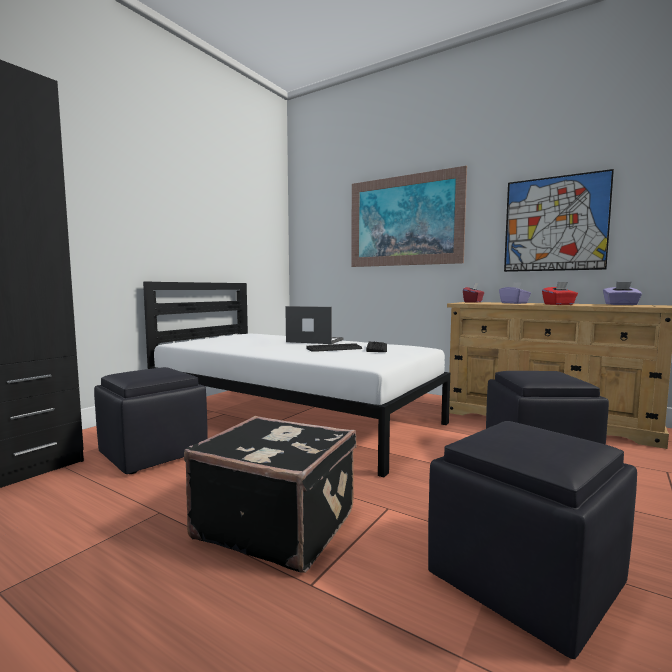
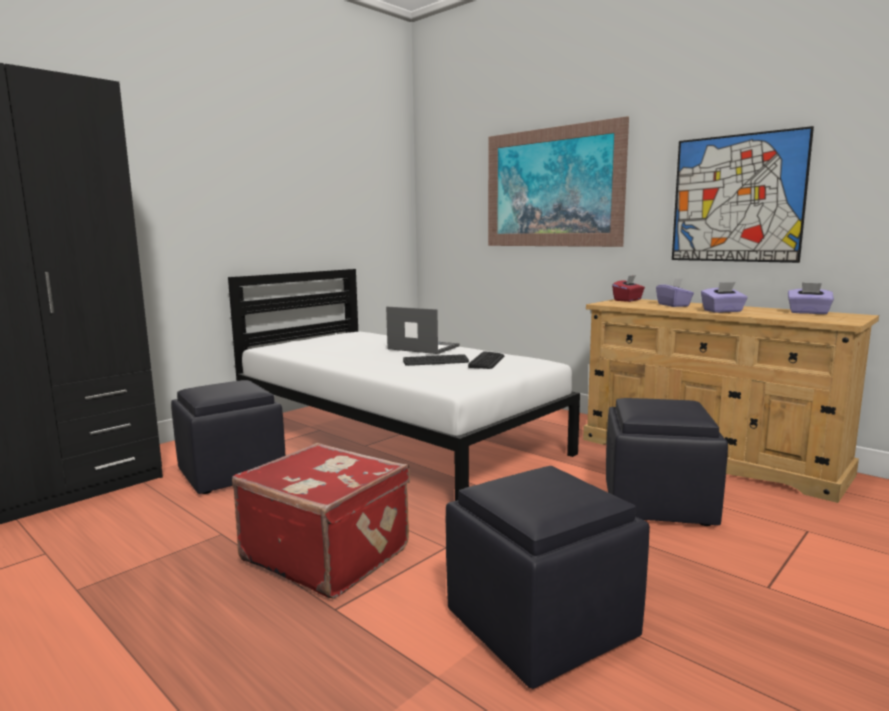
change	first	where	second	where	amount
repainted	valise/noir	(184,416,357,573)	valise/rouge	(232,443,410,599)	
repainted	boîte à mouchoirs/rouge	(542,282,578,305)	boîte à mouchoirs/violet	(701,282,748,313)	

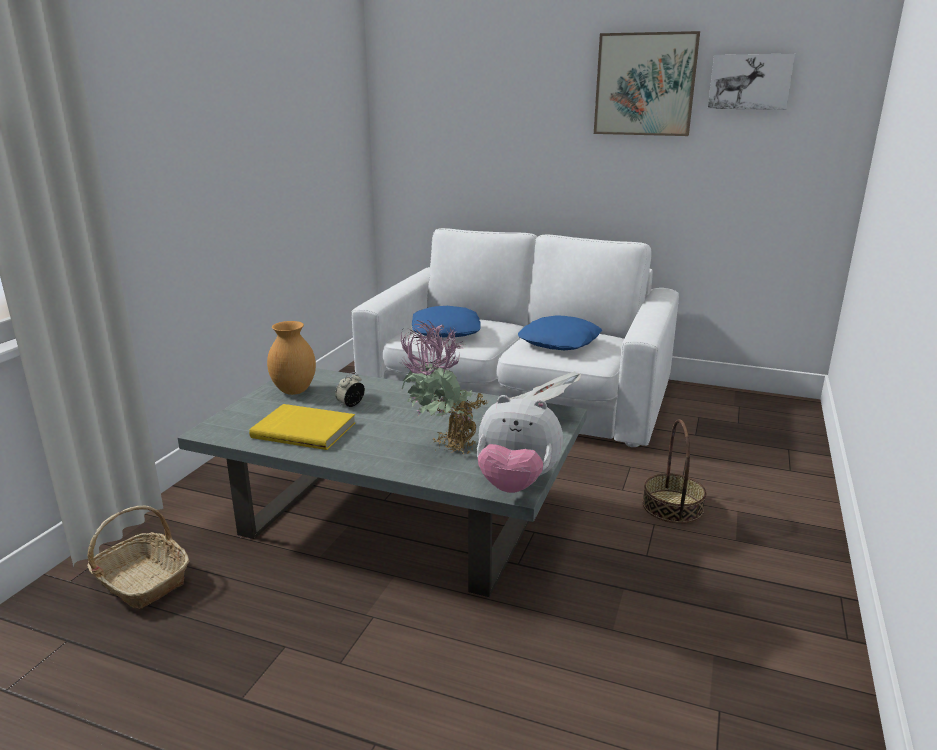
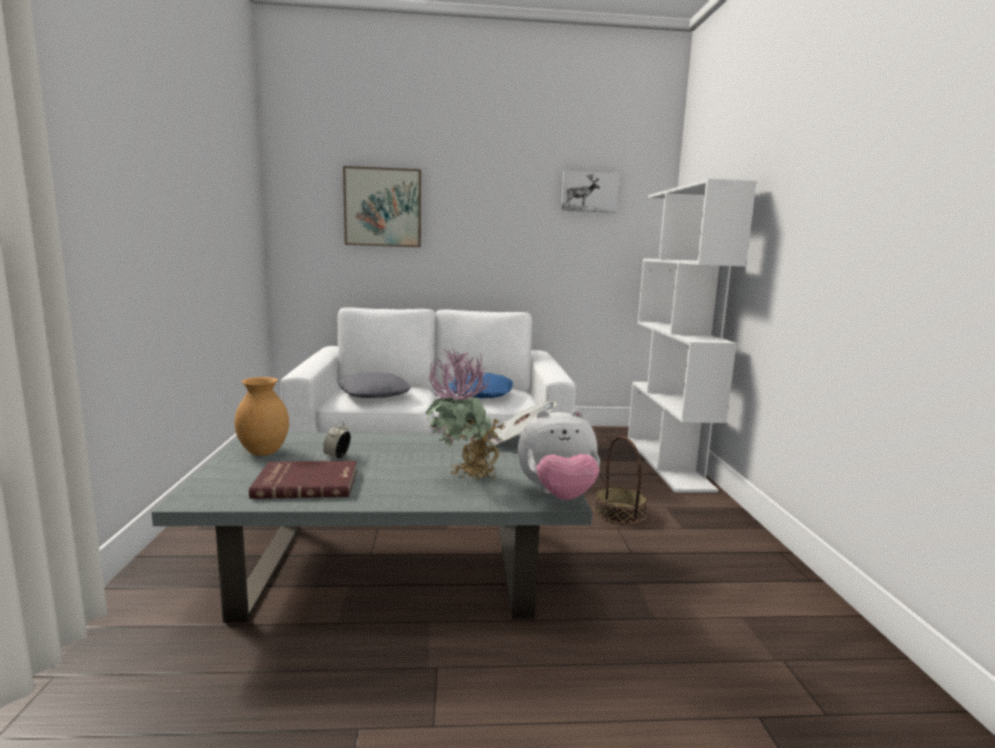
change	first	where	second	where	amount
gone	panier	(87,506,190,609)			
new			bibliothèque/blanc	(628,179,757,493)	
shifted	tableau	(594,31,700,136)		(343,166,421,247)	
repainted	livre/jaune	(249,404,355,450)	livre/rouge	(249,461,357,499)	
repainted	coussin/bleu	(412,306,481,338)	coussin/gris	(338,372,411,398)	

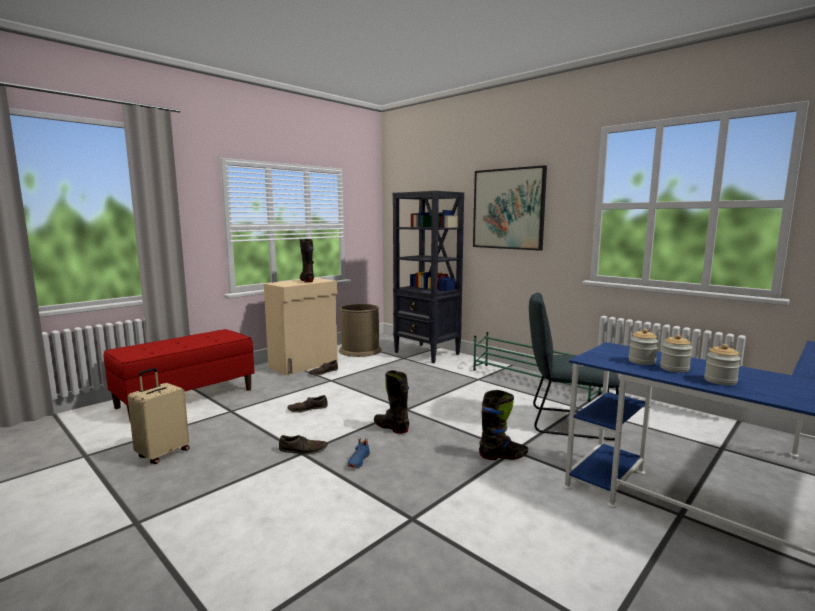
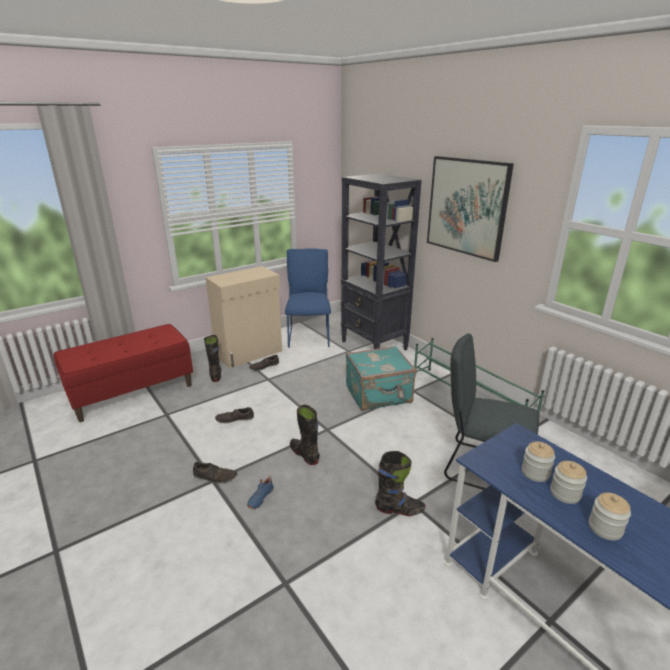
change	first	where	second	where	amount
gone	valise/beige	(128,368,190,464)			
new			valise/turquoise	(346,346,416,411)	
shifted	botte/noir	(300,239,314,282)		(204,335,221,382)	
swapped	poubelle/marron	(339,304,382,357)	chaise/bleu	(285,248,331,348)	

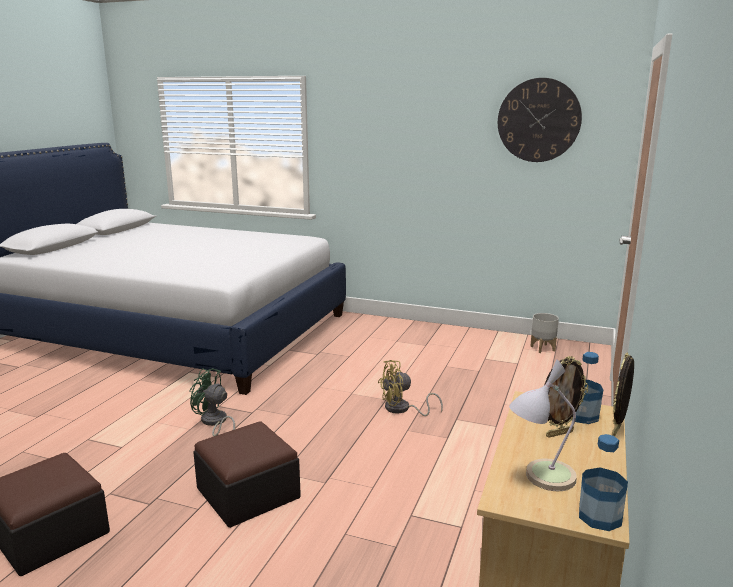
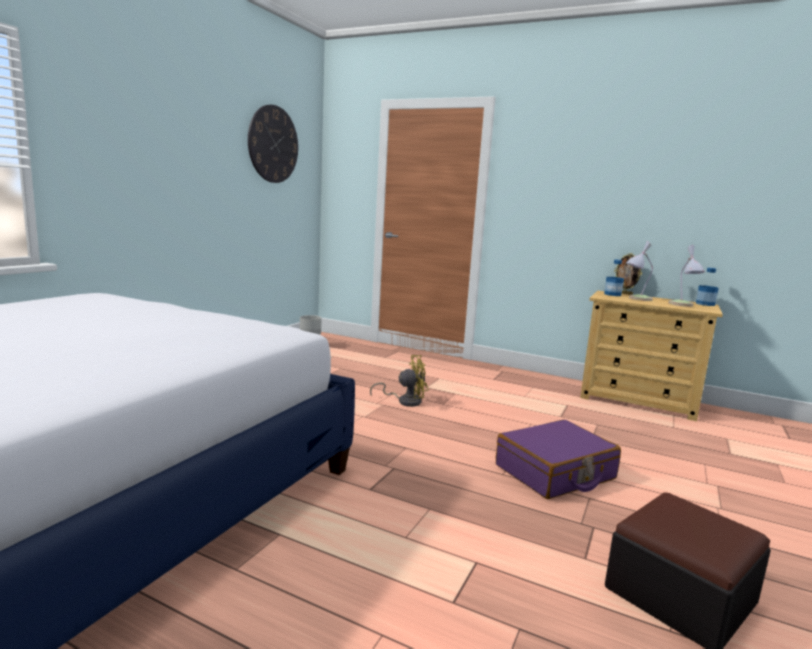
change	first	where	second	where	amount
gone	ventilateur/vert	(189,368,235,436)			
swapped	pouf	(193,421,301,528)	valise/violet	(496,420,621,499)	
swapped	cadre photo	(544,356,588,438)	lampe de table	(626,241,653,301)	
rotated	ventilateur/jaune	(378,360,443,416)		(370,355,429,407)	90 degrees counterclockwise

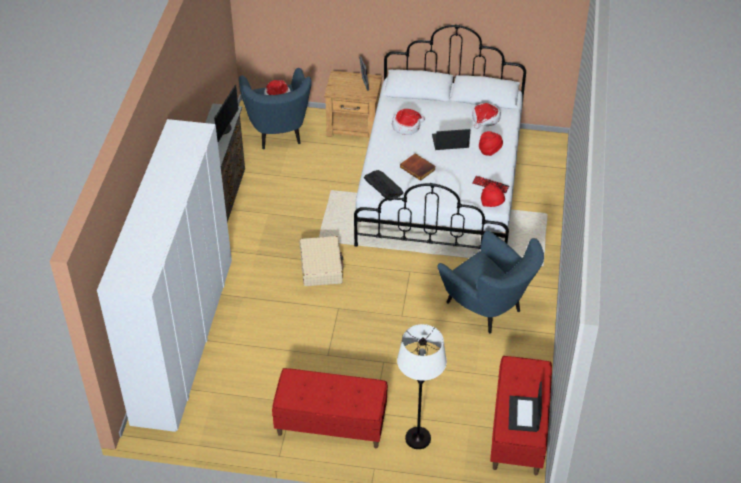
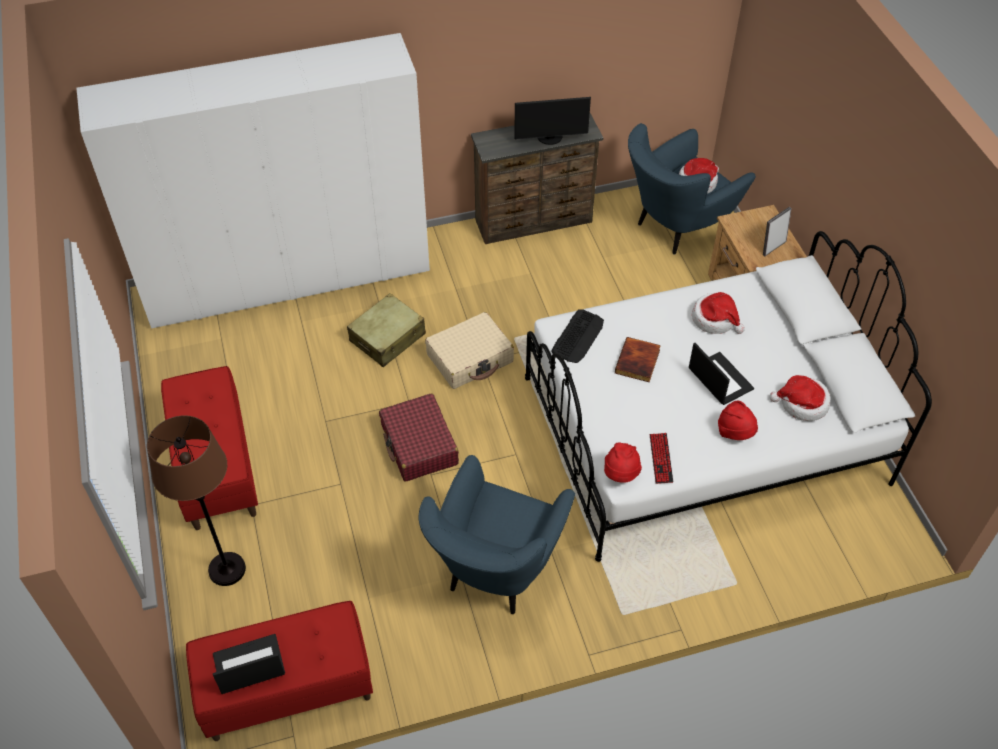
change	first	where	second	where	amount
new			valise/beige	(347,293,426,367)	
new			valise/rouge	(379,393,459,482)	
repainted	lampadaire/blanc	(397,324,447,449)	lampadaire/marron	(147,415,246,586)	

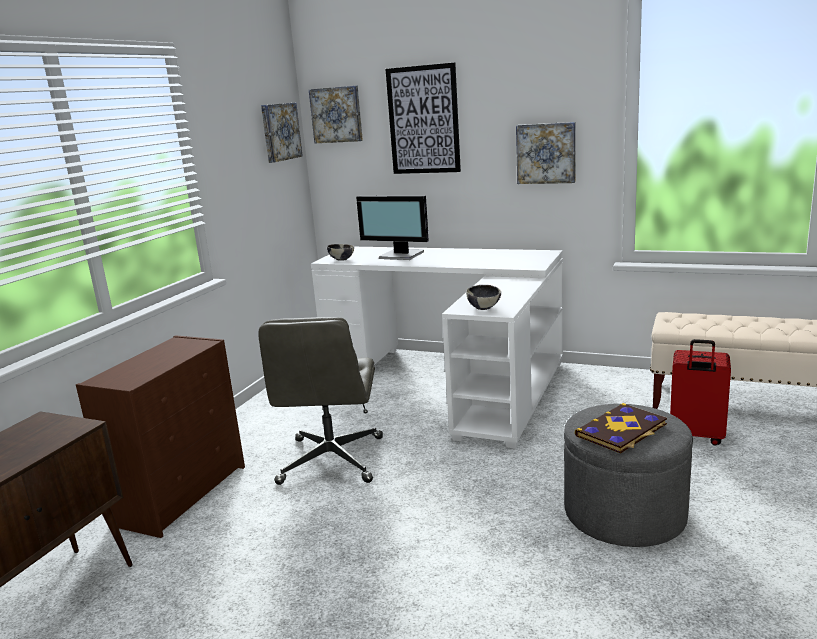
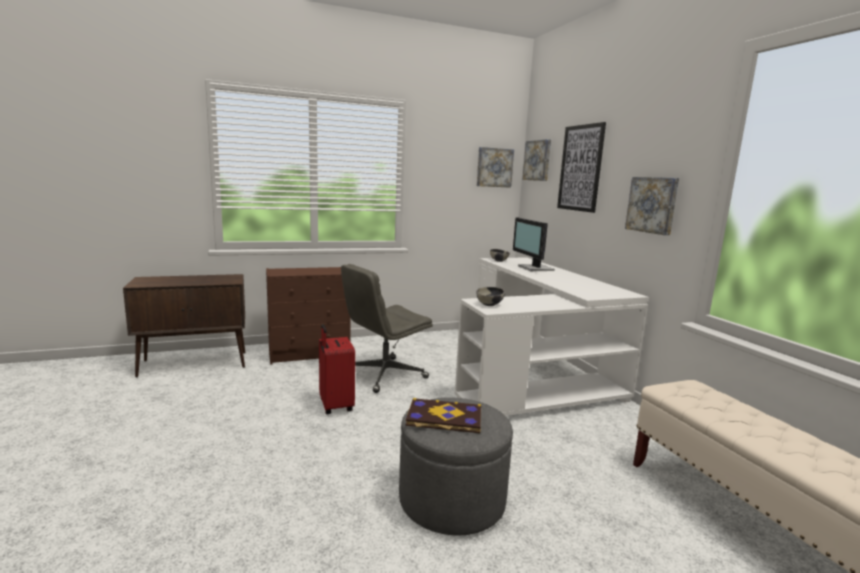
change	first	where	second	where	amount
shifted	valise/rouge	(670,339,731,446)		(319,324,355,414)	

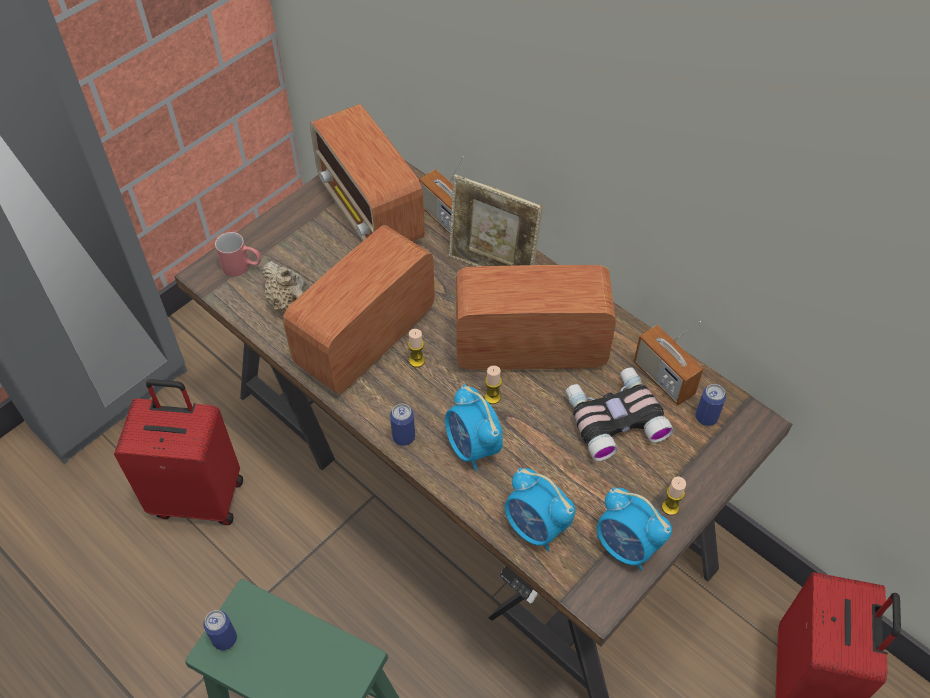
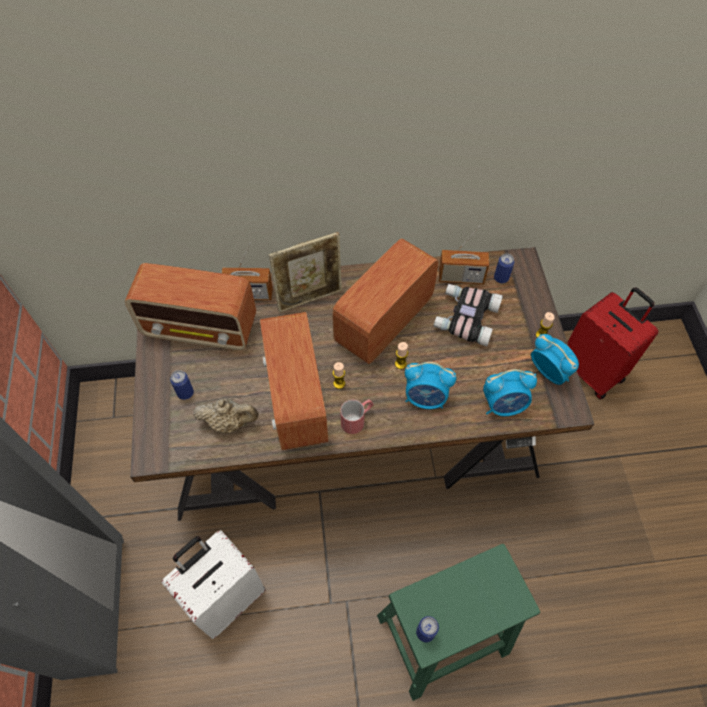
change	first	where	second	where	amount
shifted	mug/rouge	(215,232,261,276)		(340,399,373,434)	
shifted	boîte métallique	(390,404,415,446)		(170,370,194,400)	
repainted	valise/rouge	(114,379,243,525)	valise/blanc	(162,530,266,639)	
rotated	réveil	(597,487,672,570)		(531,334,579,385)	120 degrees counterclockwise

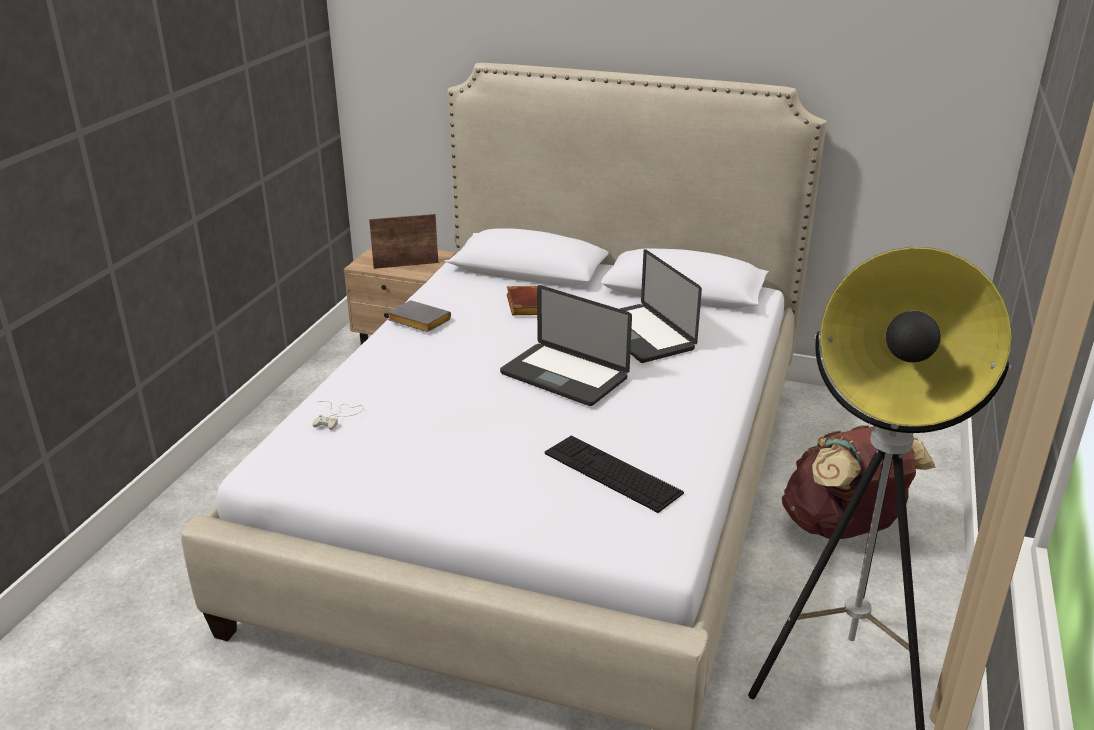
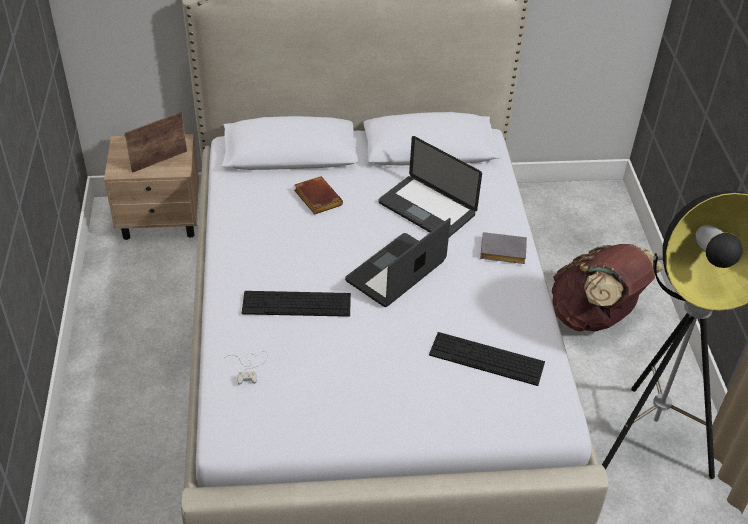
change	first	where	second	where	amount
new			clavier	(242,291,351,317)	
shifted	livre/gris	(388,300,451,332)		(480,232,527,264)	
rotated	ordinateur portable	(500,285,632,406)		(345,218,451,307)	120 degrees clockwise

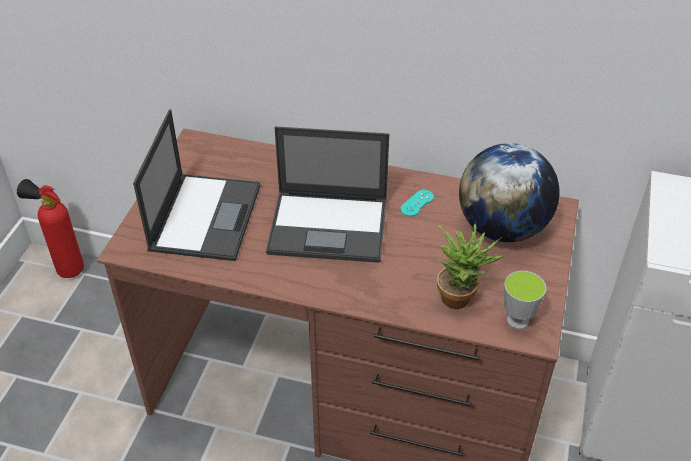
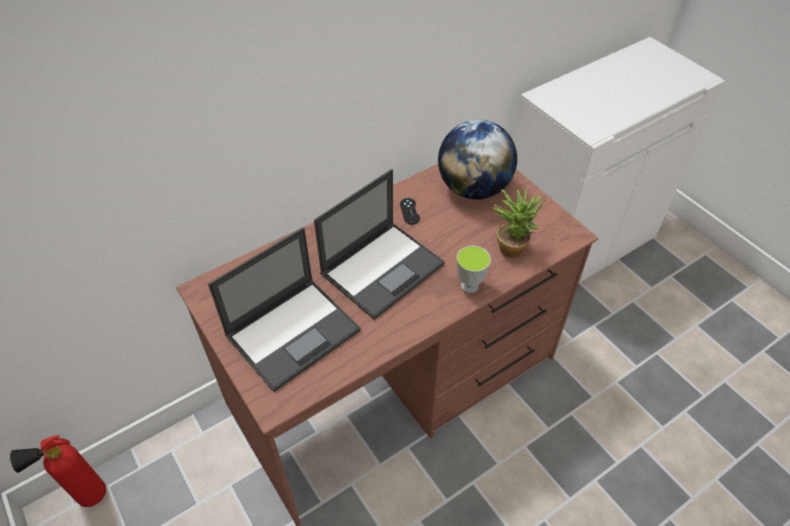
change	first	where	second	where	amount
shifted	tasse	(504,271,546,329)		(457,246,491,293)	
repainted	manette/turquoise	(400,190,434,216)	manette/noir	(400,198,420,225)	
rotated	ordinateur portable	(133,109,260,261)		(208,227,361,392)	90 degrees clockwise

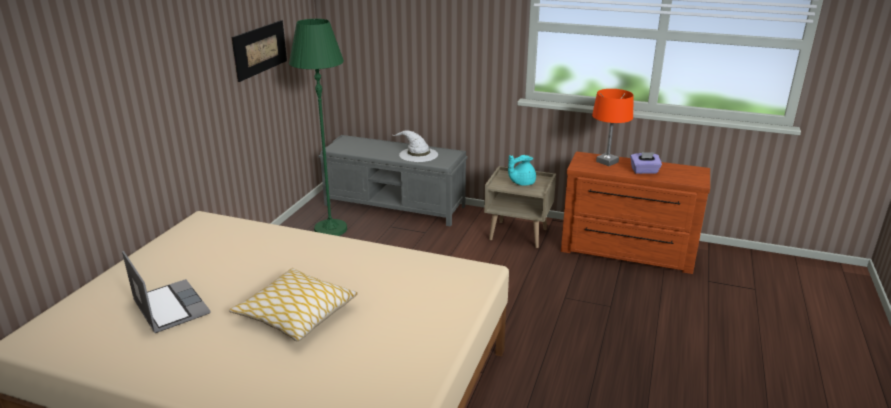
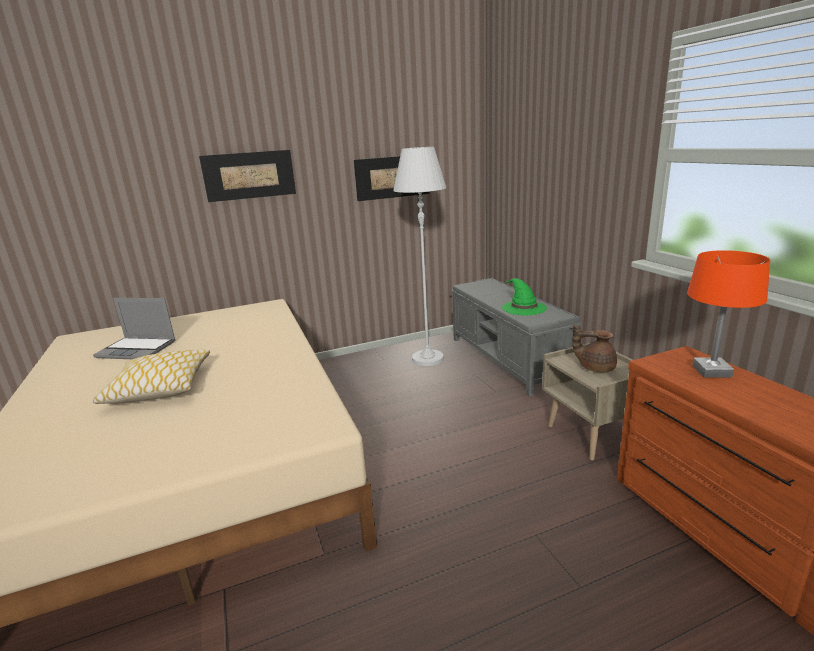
change	first	where	second	where	amount
gone	boîte à mouchoirs/violet	(630,152,662,174)			
new			tableau	(199,150,296,202)	
repainted	lampadaire/vert	(289,19,347,236)	lampadaire/blanc	(393,147,446,366)	
repainted	chapeau/blanc	(391,130,438,162)	chapeau/vert	(502,278,547,315)	
repainted	théière/turquoise	(508,155,536,186)	théière/marron	(572,324,617,372)	
rotated	ordinateur portable	(122,251,211,333)		(93,298,176,359)	90 degrees clockwise

